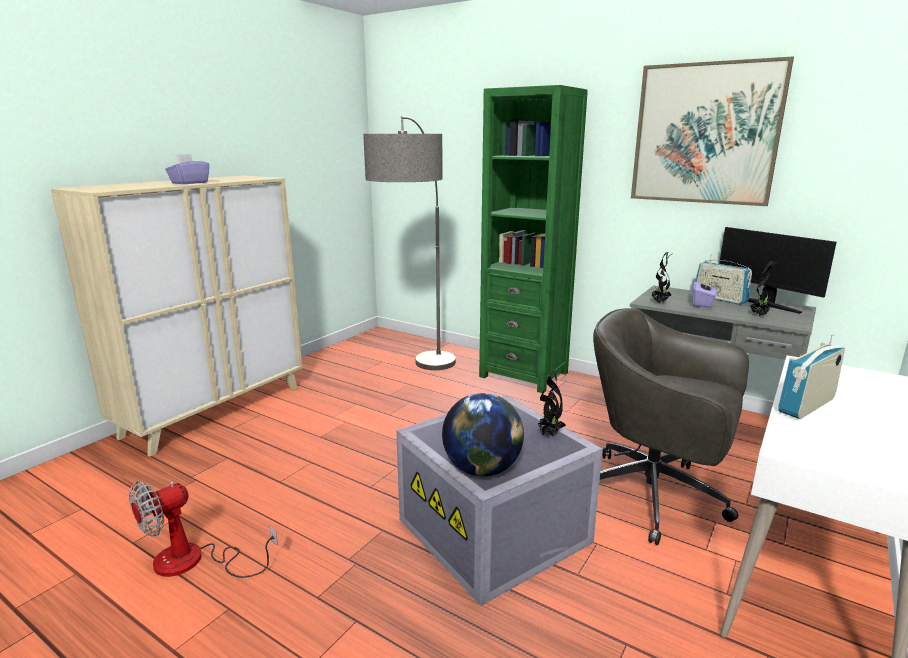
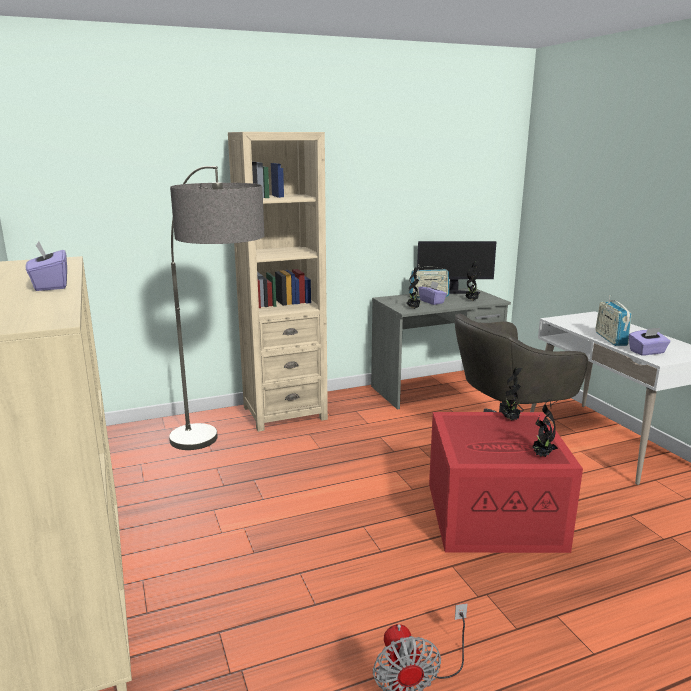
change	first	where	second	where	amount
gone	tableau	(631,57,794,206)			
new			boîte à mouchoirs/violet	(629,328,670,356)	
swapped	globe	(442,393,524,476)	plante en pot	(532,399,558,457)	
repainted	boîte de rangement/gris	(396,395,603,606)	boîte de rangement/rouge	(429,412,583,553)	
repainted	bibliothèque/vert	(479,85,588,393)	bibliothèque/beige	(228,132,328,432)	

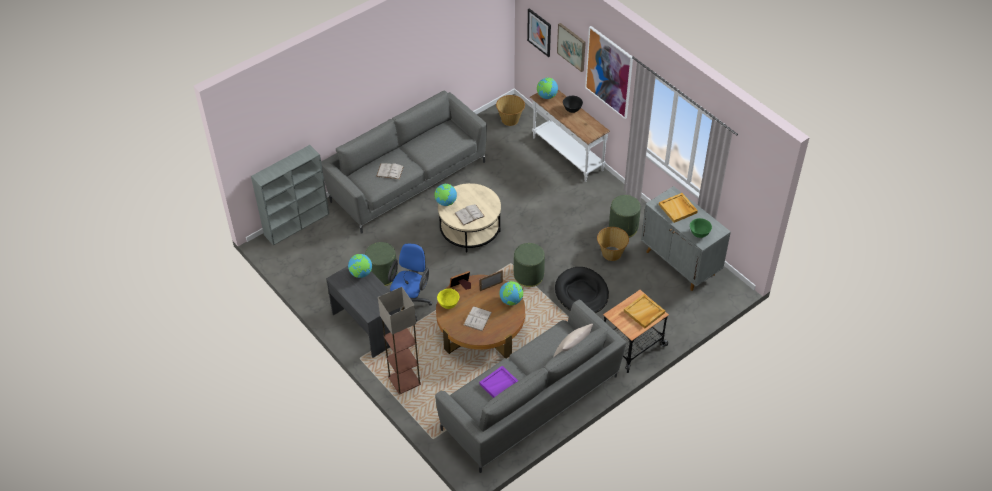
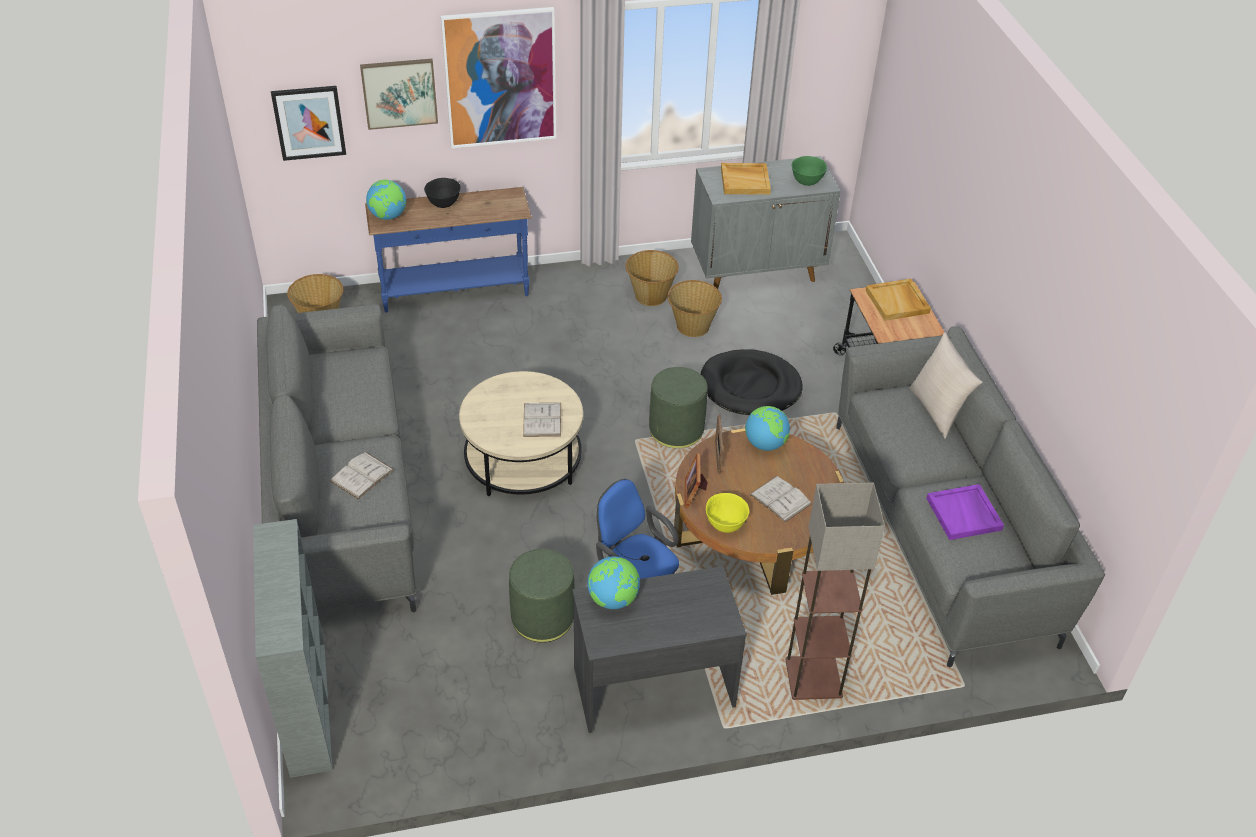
change	first	where	second	where	amount
gone	globe	(434,184,457,206)			
swapped	pouf/vert	(609,195,641,238)	panier	(625,250,679,306)	
repainted	table console/blanc	(530,90,610,182)	table console/bleu	(365,187,532,313)	

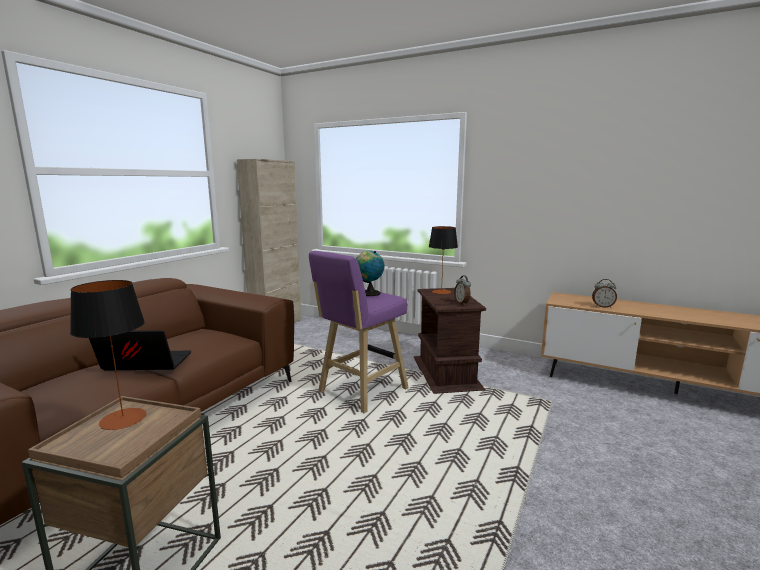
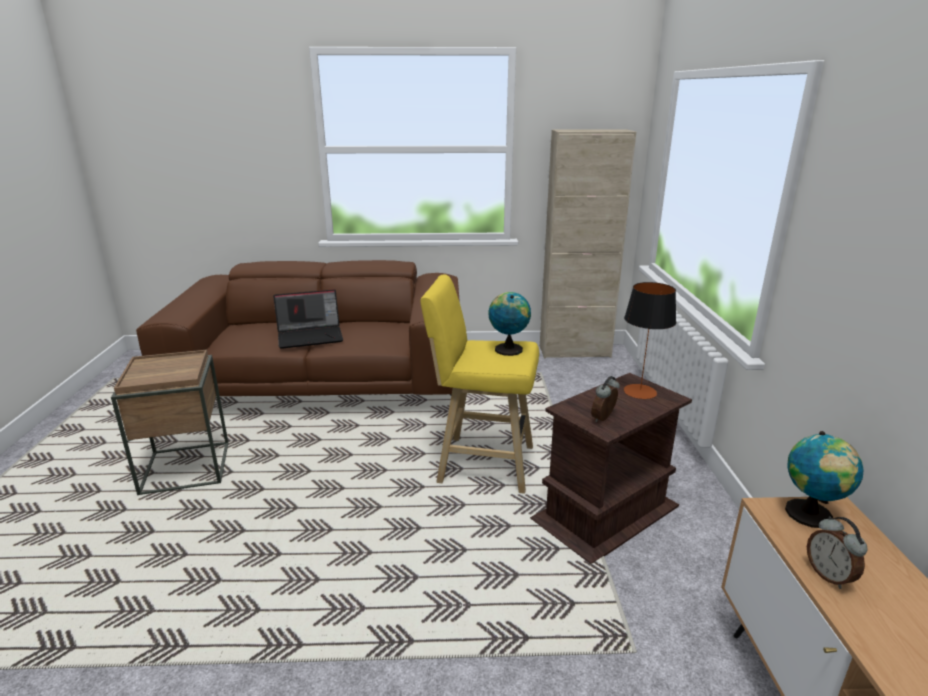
change	first	where	second	where	amount
gone	lampe de table	(70,280,146,430)			
new			globe	(785,431,864,528)	
repainted	tabouret/violet	(309,251,409,413)	tabouret/jaune	(420,275,539,494)	
rotated	ordinateur portable	(89,330,192,370)		(273,289,343,349)	105 degrees clockwise

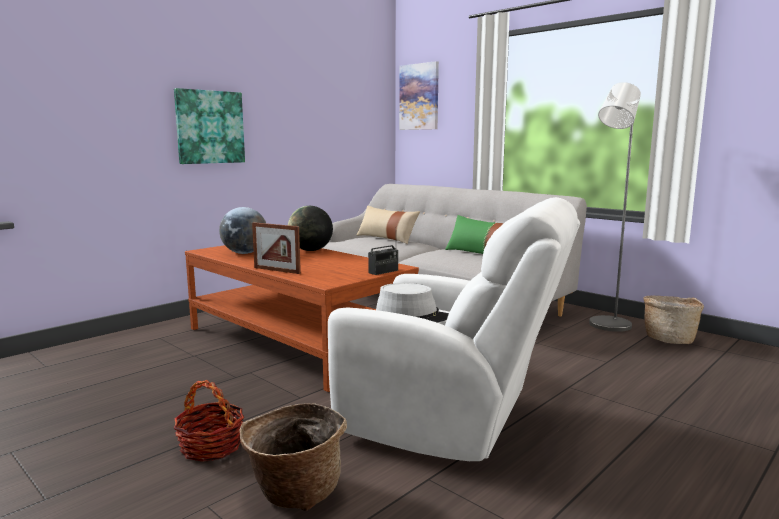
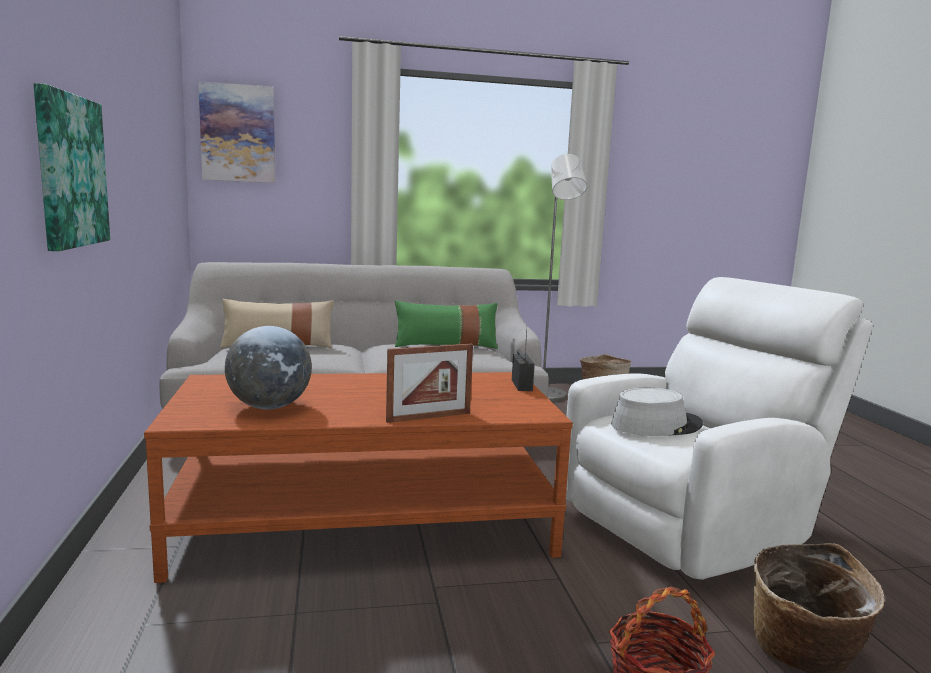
change	first	where	second	where	amount
gone	globe	(288,206,333,251)			

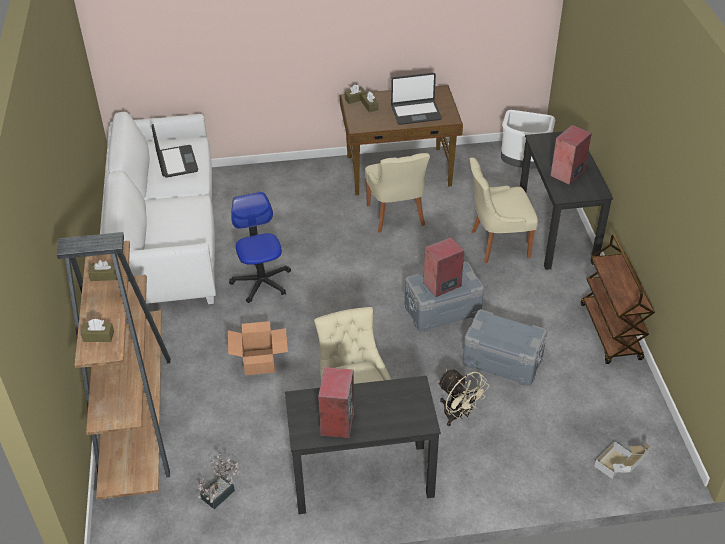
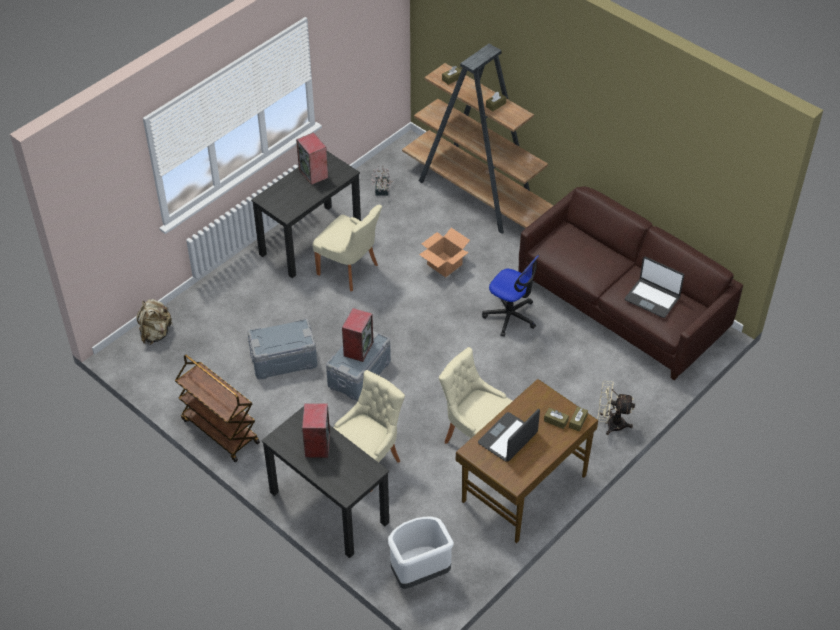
change	first	where	second	where	amount
shifted	ventilateur/beige	(438,369,489,426)		(597,381,635,435)	
swapped	carton	(594,442,650,479)	sac à dos/beige	(136,299,173,345)	
repainted	canapé/blanc	(100,111,216,304)	canapé/marron	(518,187,743,380)	

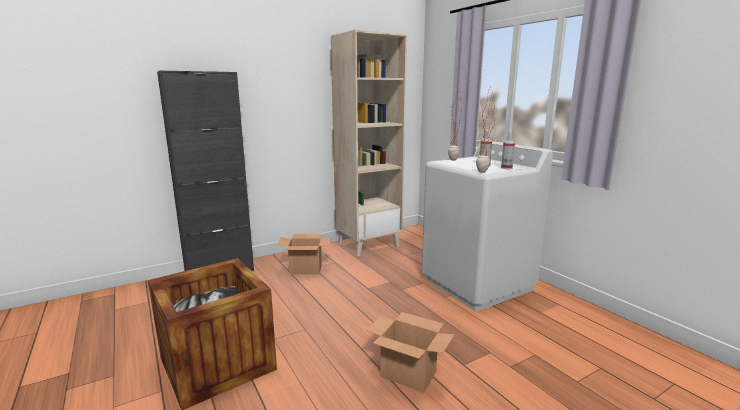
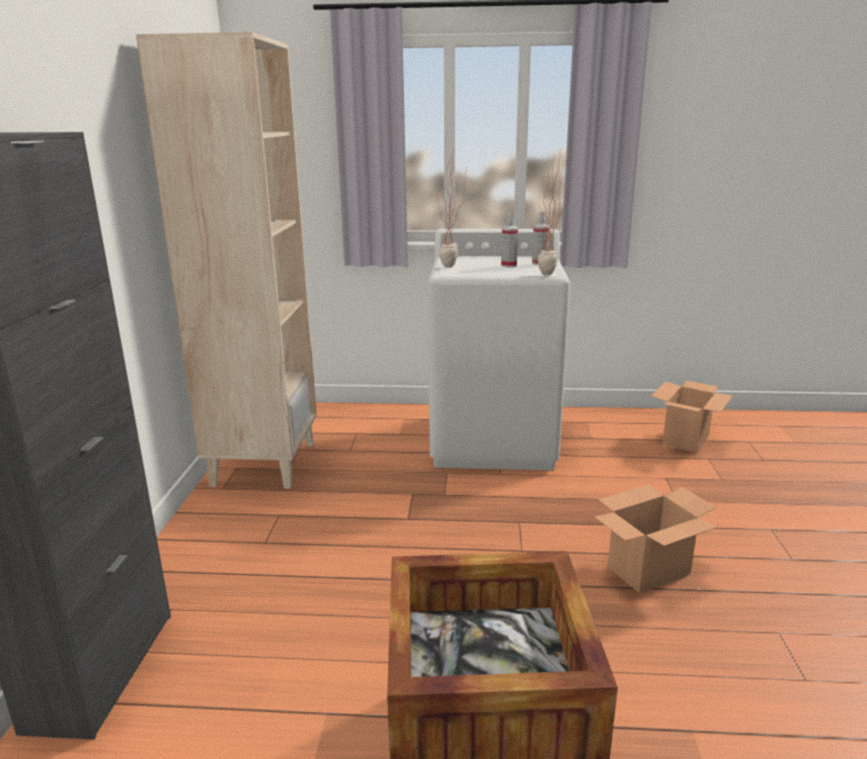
change	first	where	second	where	amount
shifted	carton	(277,234,331,274)		(652,381,733,453)	

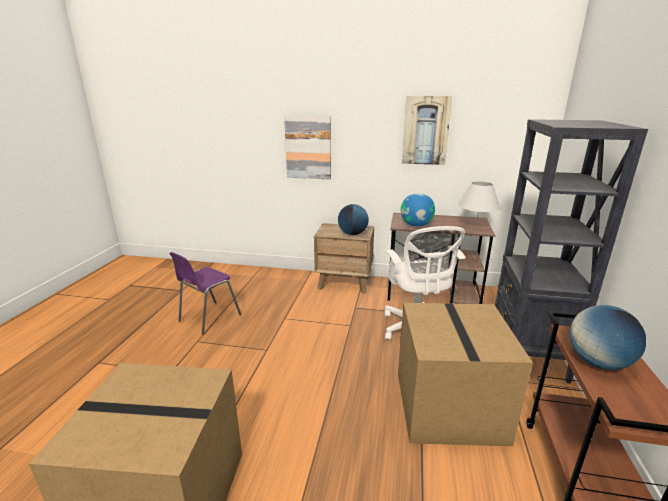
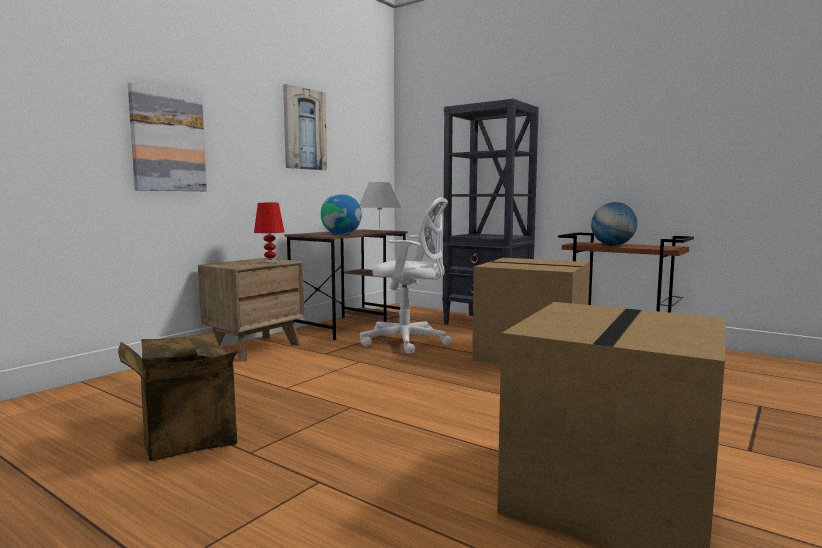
change	first	where	second	where	amount
swapped	chaise/violet	(169,252,241,335)	carton	(118,331,238,461)	
swapped	globe	(338,204,369,235)	lampe de table/rouge	(254,203,284,263)	

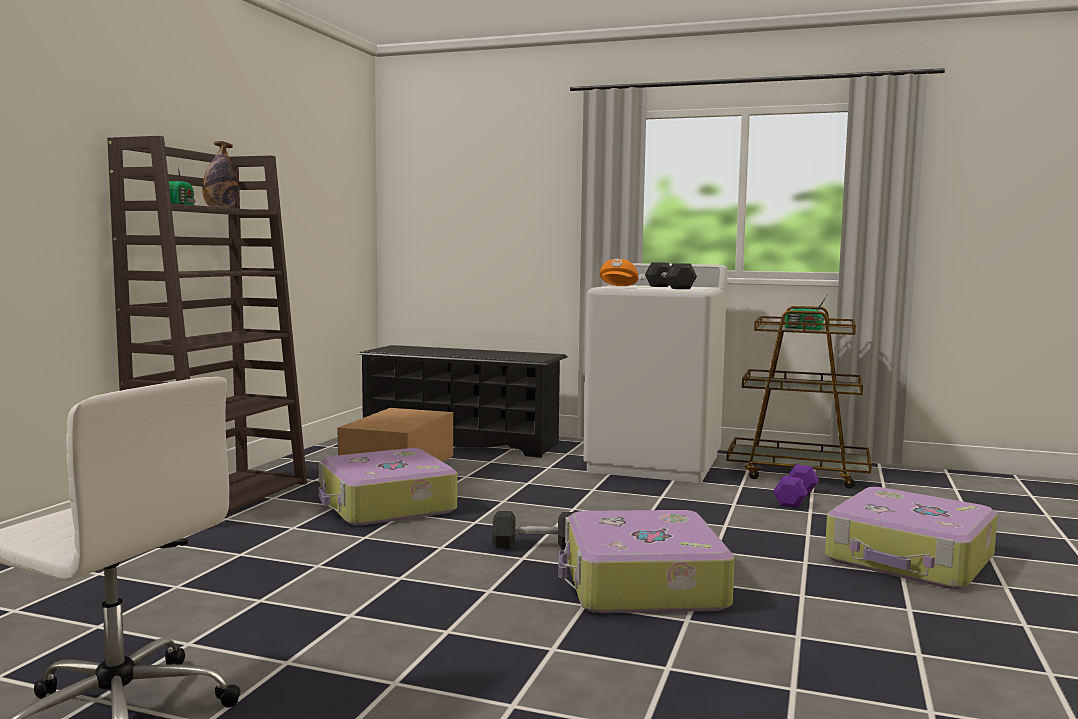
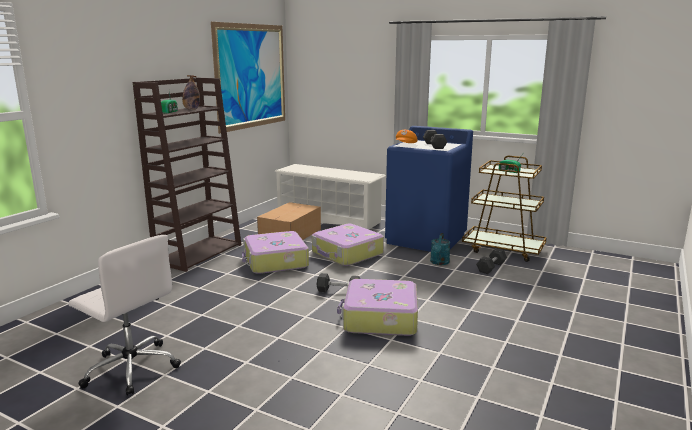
change	first	where	second	where	amount
new			tableau	(211,22,285,134)	
new			arrosoir/turquoise	(430,233,450,265)	
shifted	valise	(825,487,998,589)		(312,223,384,266)	
repainted	étagère à chaussures/noir	(358,345,568,458)	étagère à chaussures/blanc	(274,164,386,229)	
repainted	lave-linge/blanc	(583,263,727,483)	lave-linge/bleu	(385,126,473,252)	
repainted	haltère/violet	(773,465,819,508)	haltère/gris	(476,248,507,274)	

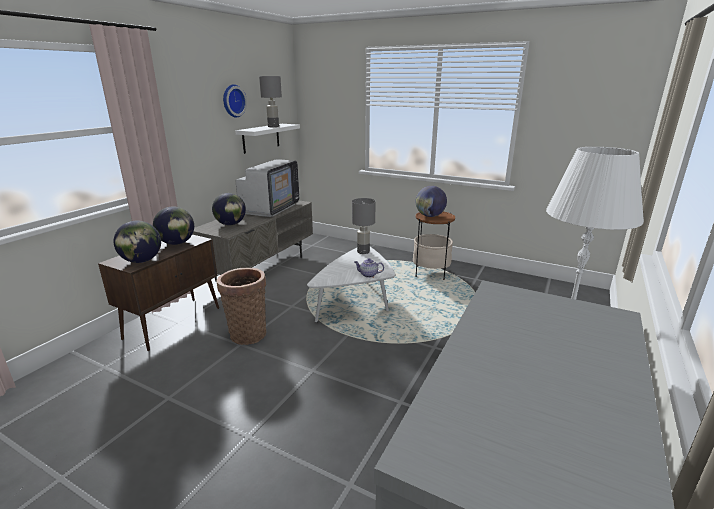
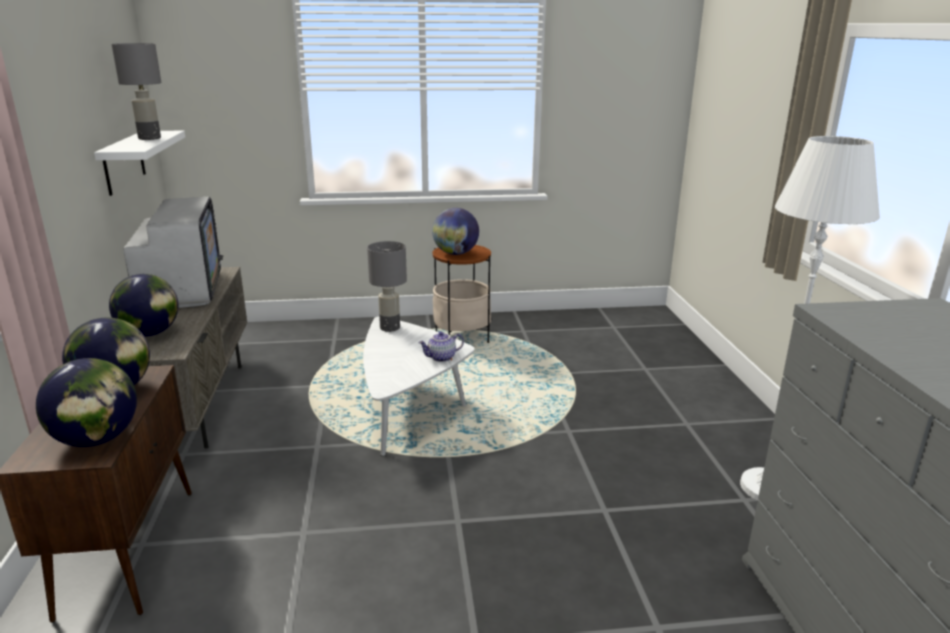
change	first	where	second	where	amount
gone	panier	(217,268,266,345)			
gone	horloge murale	(223,84,247,118)			

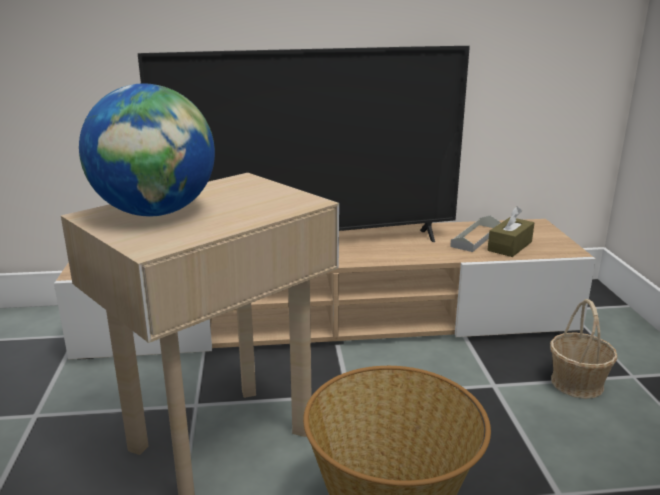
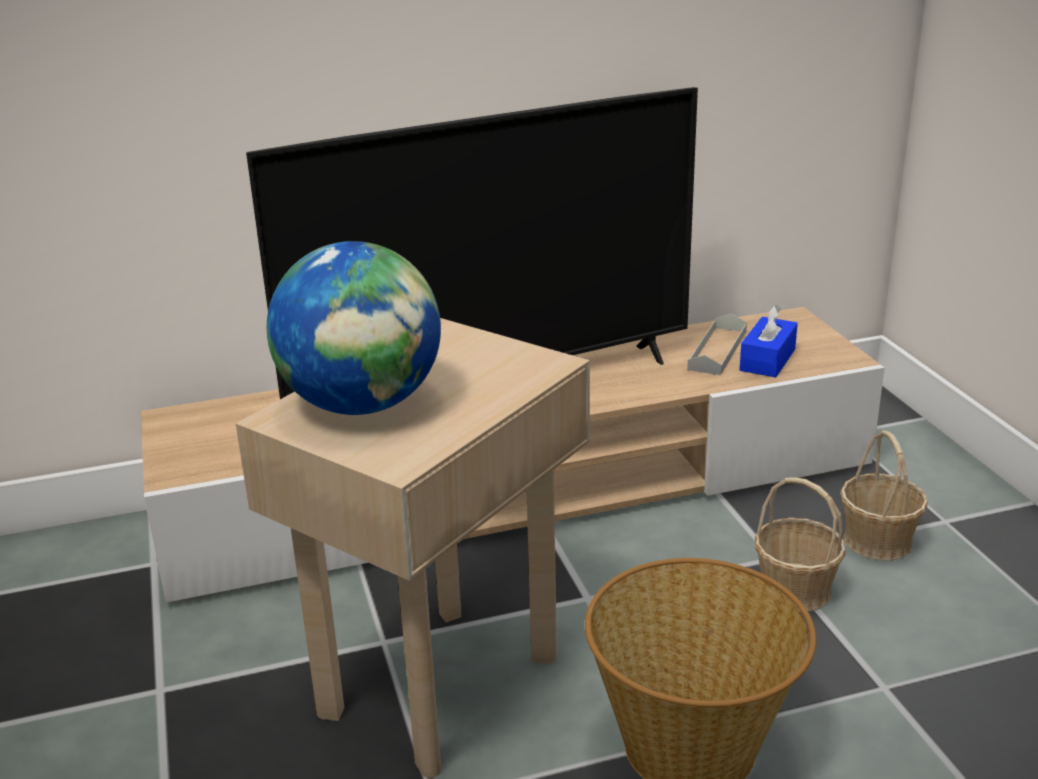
change	first	where	second	where	amount
new			panier	(755,477,846,612)	
repainted	boîte à mouchoirs/marron	(487,206,534,257)	boîte à mouchoirs/bleu	(740,305,798,378)	

